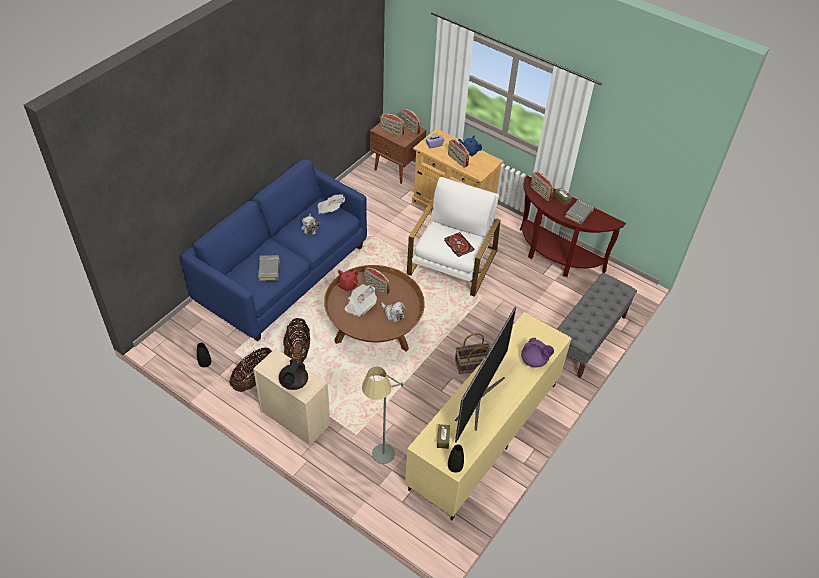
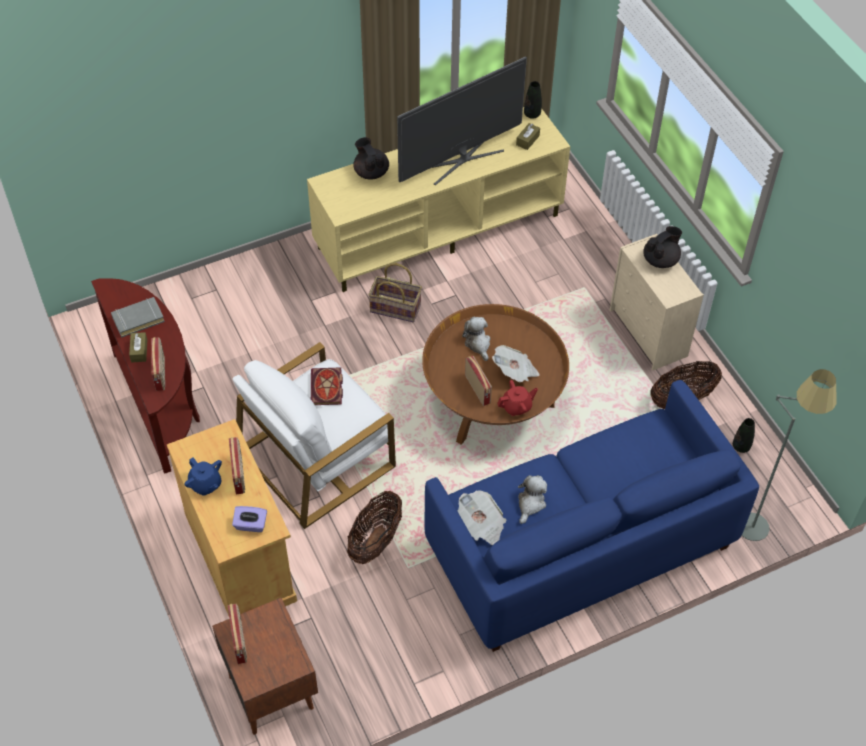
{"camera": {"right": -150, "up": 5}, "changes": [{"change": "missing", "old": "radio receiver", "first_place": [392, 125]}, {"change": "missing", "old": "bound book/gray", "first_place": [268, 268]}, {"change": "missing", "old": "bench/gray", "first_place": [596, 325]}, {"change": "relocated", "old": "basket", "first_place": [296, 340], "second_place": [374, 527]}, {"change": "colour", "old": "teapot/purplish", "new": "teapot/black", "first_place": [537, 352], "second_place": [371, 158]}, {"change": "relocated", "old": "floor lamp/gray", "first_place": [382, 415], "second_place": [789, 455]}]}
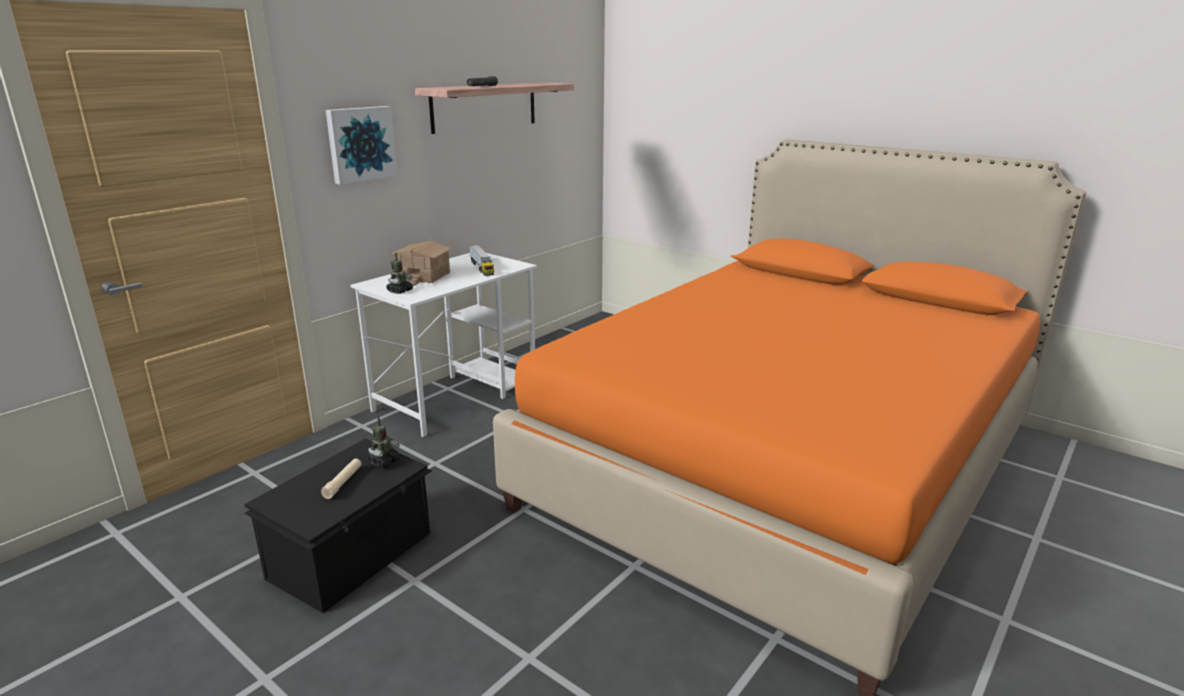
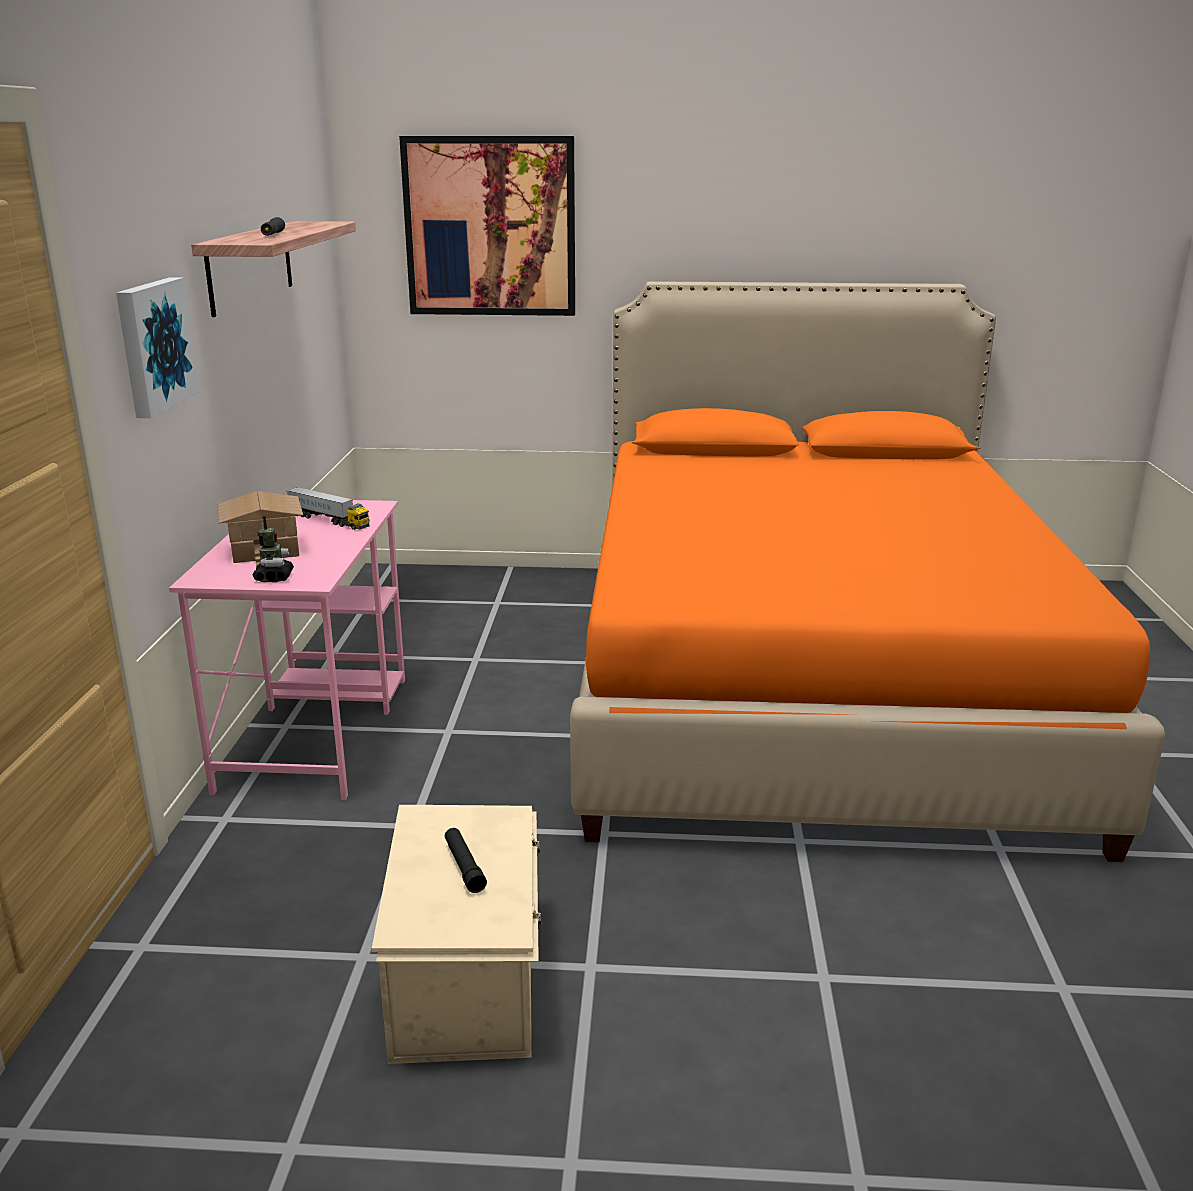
{"camera": {"right": -35, "up": 0}, "changes": [{"change": "colour", "old": "desk unit/white-coloured", "new": "desk unit/pink", "first_place": [444, 345], "second_place": [287, 650]}, {"change": "missing", "old": "toy robot", "first_place": [383, 442]}, {"change": "colour", "old": "storage box/black", "new": "storage box/sand-coloured", "first_place": [338, 525], "second_place": [456, 934]}, {"change": "colour", "old": "flashlight/sand-coloured", "new": "flashlight/black", "first_place": [341, 478], "second_place": [466, 860]}, {"change": "appeared", "new": "wall art", "second_place": [487, 226]}]}
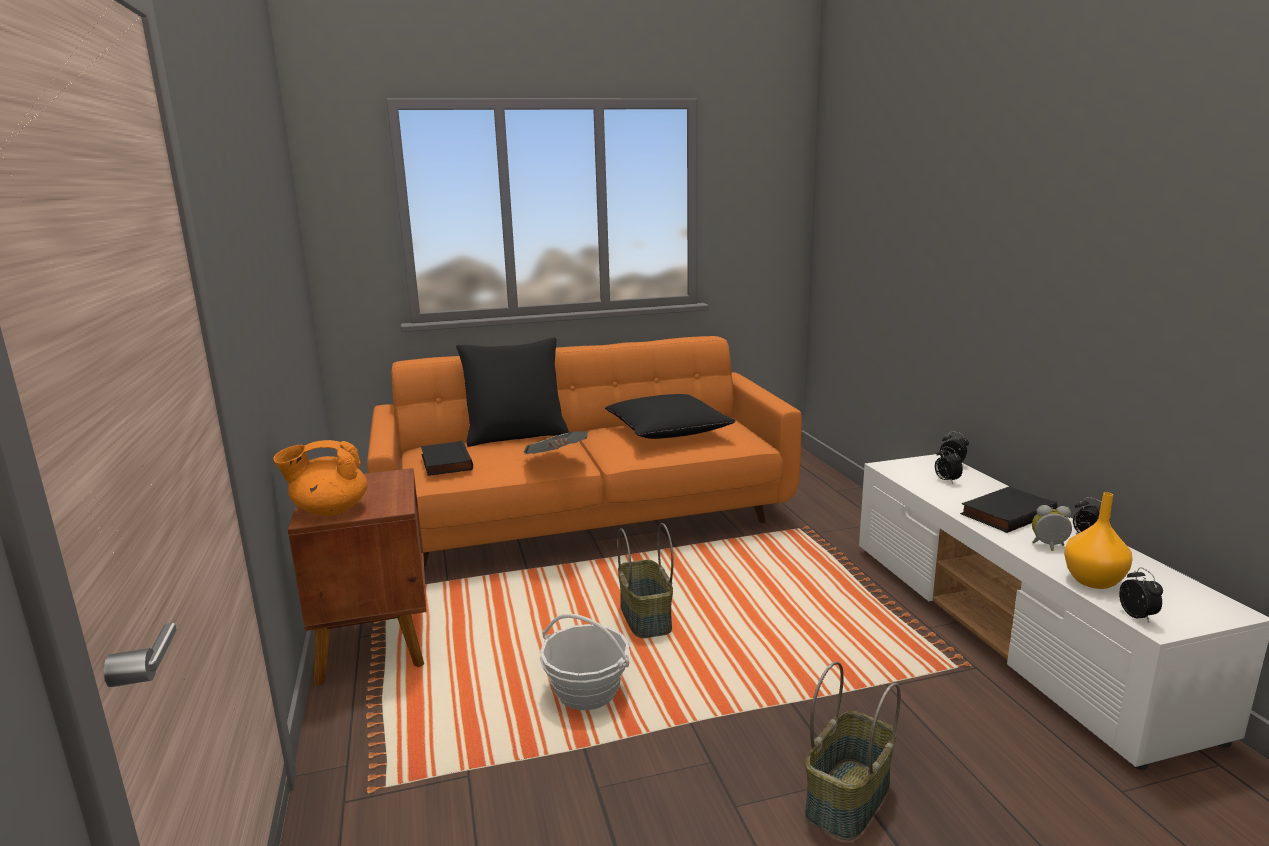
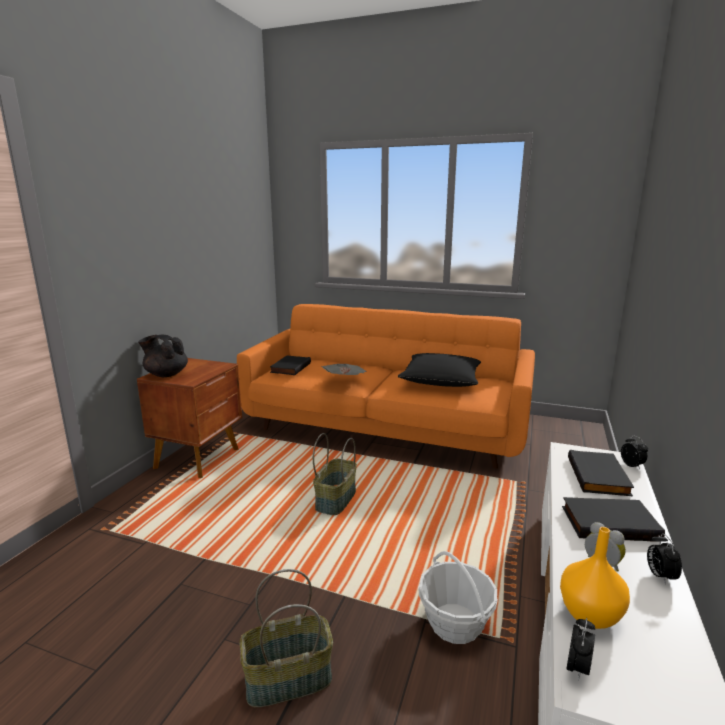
{"camera": {"right": 35, "up": 0}, "changes": [{"change": "missing", "old": "pillow/black", "first_place": [512, 392]}, {"change": "colour", "old": "teapot/orange", "new": "teapot/black", "first_place": [320, 478], "second_place": [163, 355]}, {"change": "exchanged", "old": "bedside clock", "new": "bound book/black", "first_place": [949, 465], "second_place": [601, 473]}, {"change": "relocated", "old": "basket", "first_place": [585, 662], "second_place": [458, 597]}]}
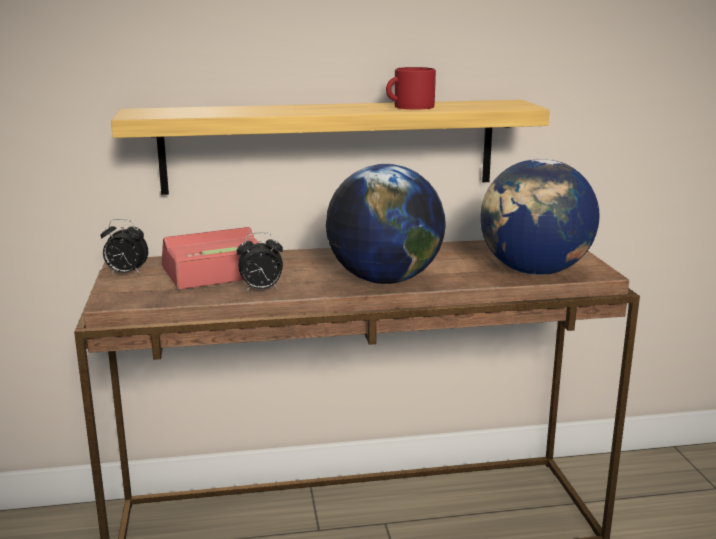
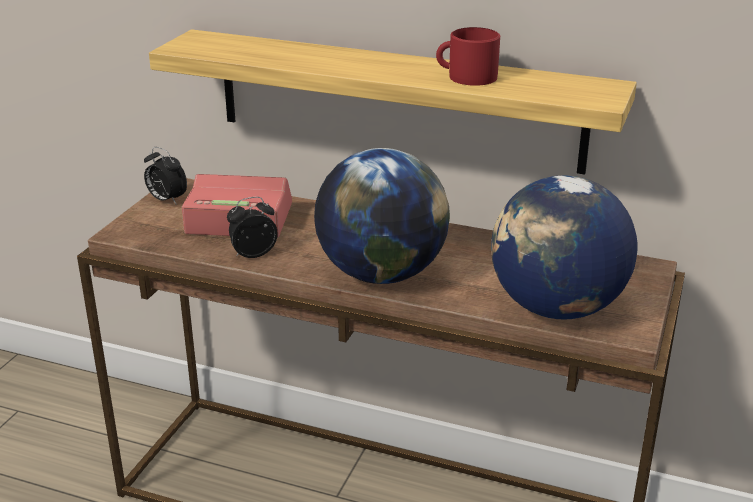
{"camera": {"right": 30, "up": 10}, "changes": [{"change": "spun", "old": "bedside clock", "first_place": [260, 262], "second_place": [252, 227], "degrees": 135}]}
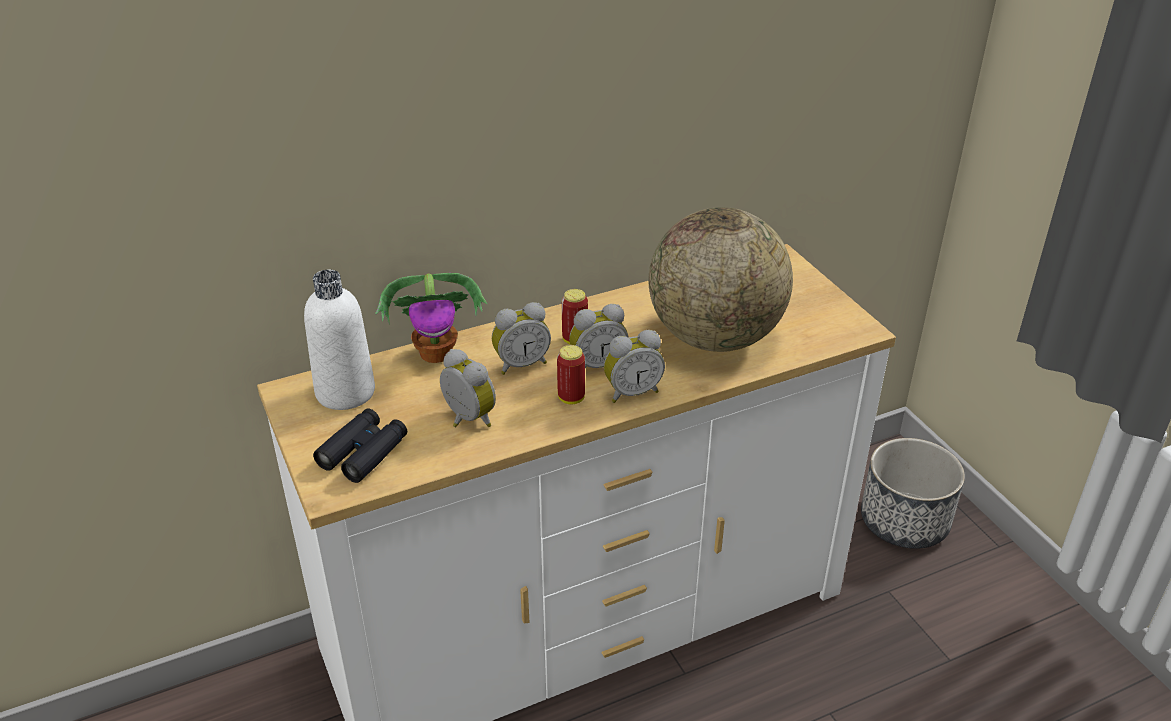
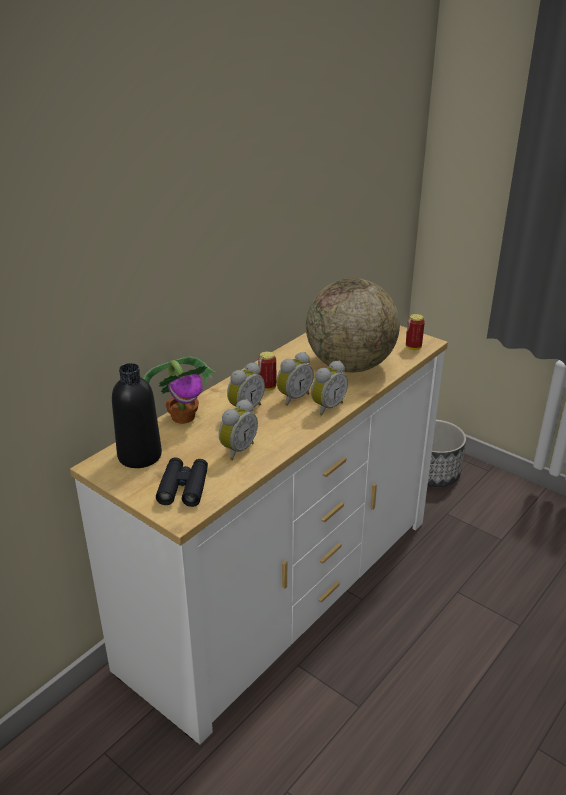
{"camera": {"right": -25, "up": -5}, "changes": [{"change": "colour", "old": "beverage bottle/white-coloured", "new": "beverage bottle/black", "first_place": [339, 340], "second_place": [137, 415]}, {"change": "relocated", "old": "can", "first_place": [571, 374], "second_place": [415, 332]}, {"change": "spun", "old": "bedside clock", "first_place": [468, 388], "second_place": [238, 429], "degrees": 105}]}
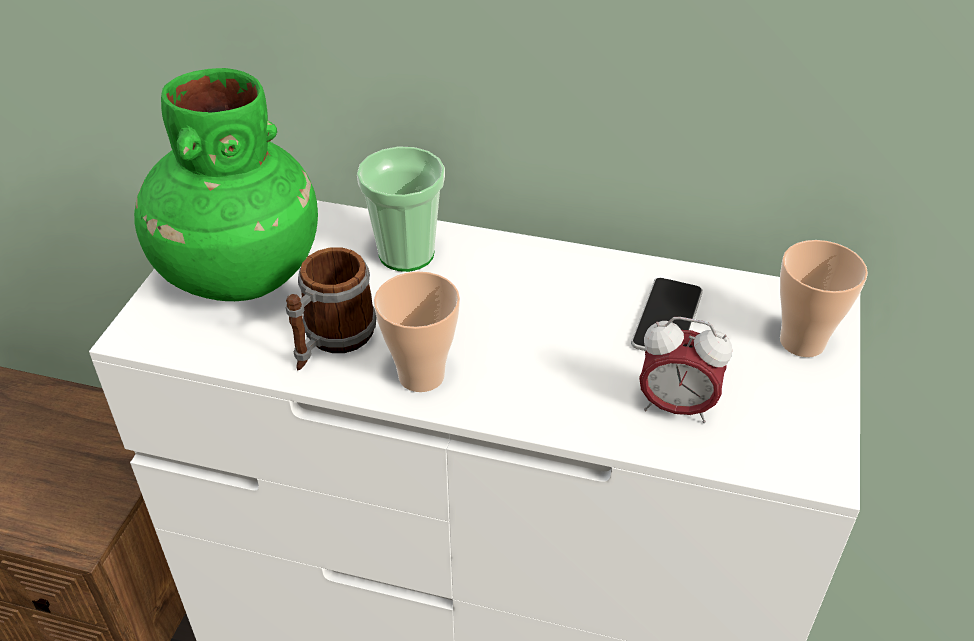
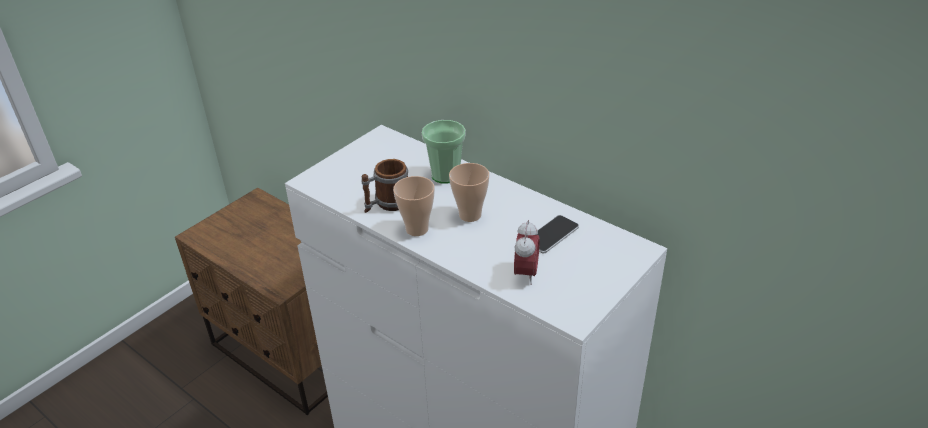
{"camera": {"right": 25, "up": -5}, "changes": [{"change": "missing", "old": "decorative vase/green-coloured", "first_place": [226, 184]}, {"change": "relocated", "old": "cup", "first_place": [824, 298], "second_place": [469, 192]}, {"change": "spun", "old": "bedside clock", "first_place": [685, 370], "second_place": [527, 252], "degrees": -120}]}
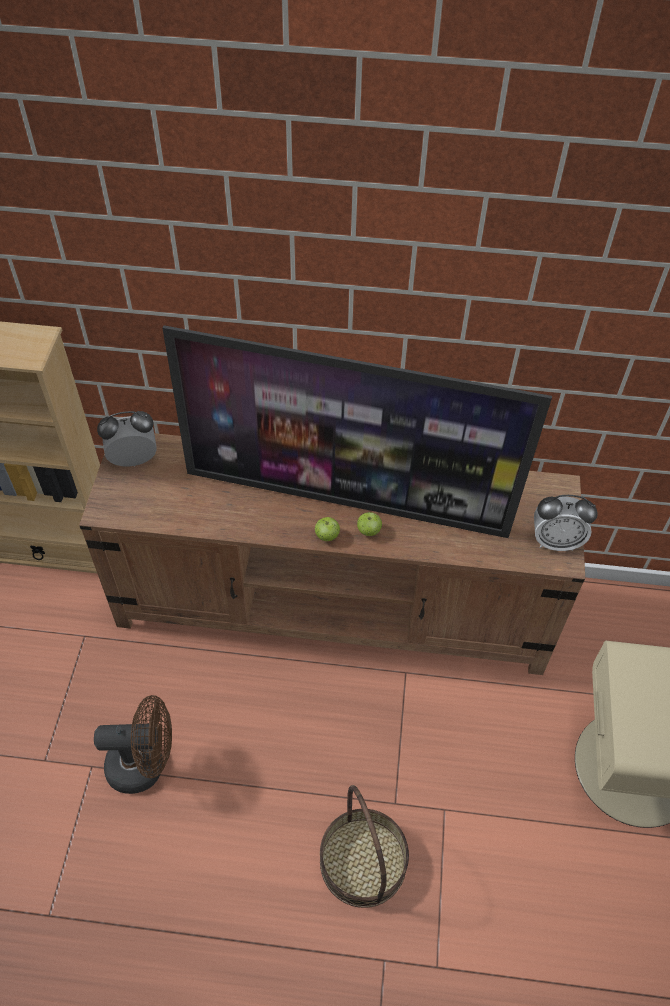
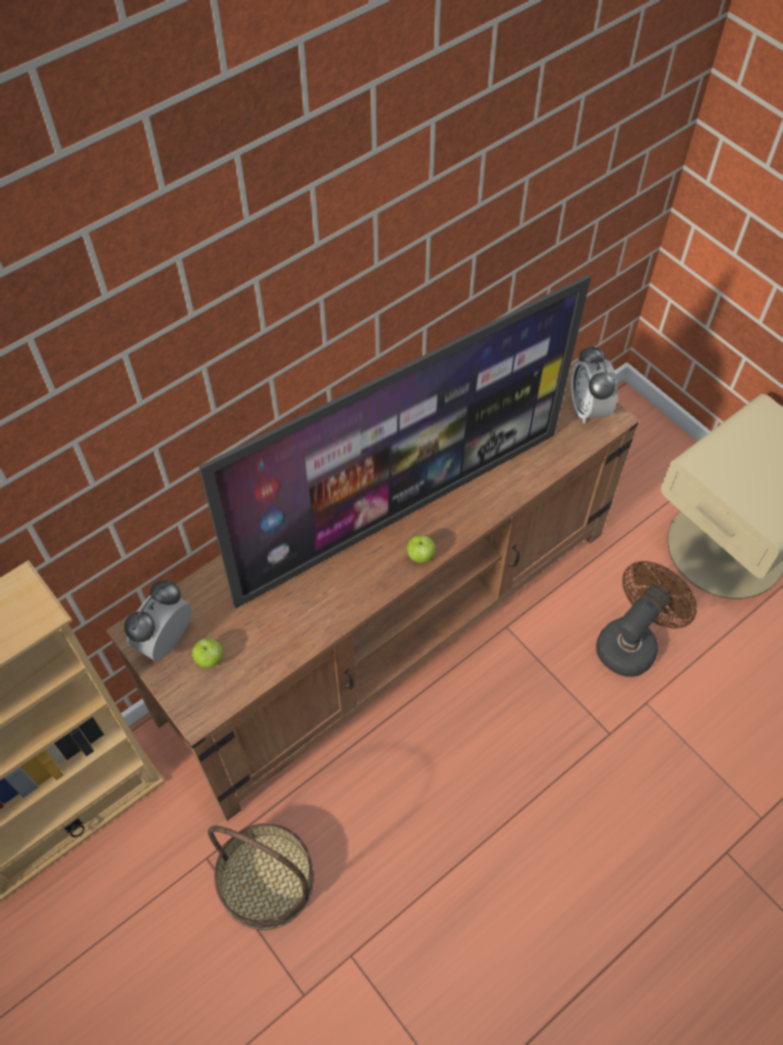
{"camera": {"right": -45, "up": 5}, "changes": [{"change": "spun", "old": "bedside clock", "first_place": [566, 523], "second_place": [594, 384], "degrees": 120}, {"change": "relocated", "old": "apple", "first_place": [369, 524], "second_place": [207, 653]}, {"change": "relocated", "old": "electric fan/brownish", "first_place": [133, 744], "second_place": [646, 619]}, {"change": "relocated", "old": "basket", "first_place": [364, 846], "second_place": [261, 876]}]}
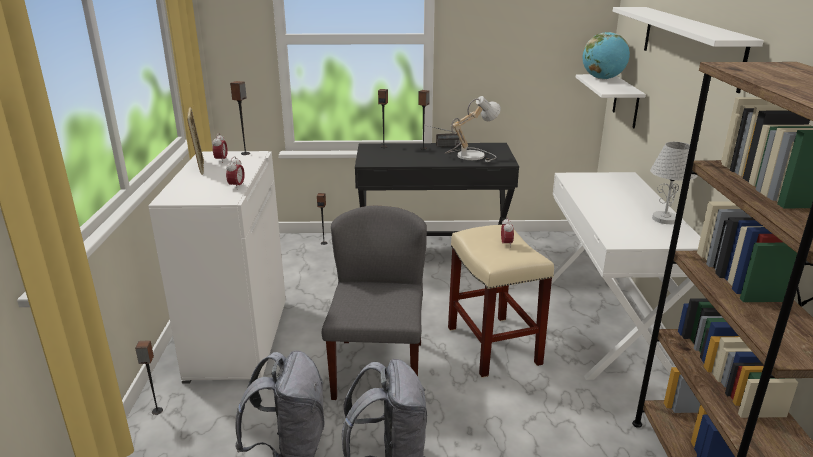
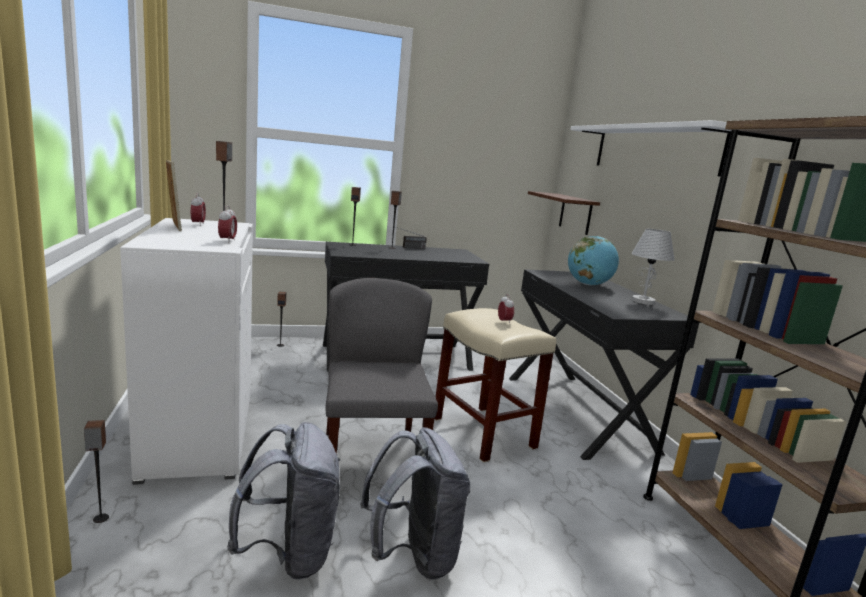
{"camera": {"right": -15, "up": -10}, "changes": [{"change": "relocated", "old": "world globe", "first_place": [606, 55], "second_place": [593, 260]}, {"change": "colour", "old": "shelf/white-coloured", "new": "shelf/brownish", "first_place": [611, 101], "second_place": [564, 213]}, {"change": "missing", "old": "table lamp", "first_place": [473, 129]}, {"change": "colour", "old": "desk unit/white-coloured", "new": "desk unit/black", "first_place": [625, 276], "second_place": [604, 364]}]}
